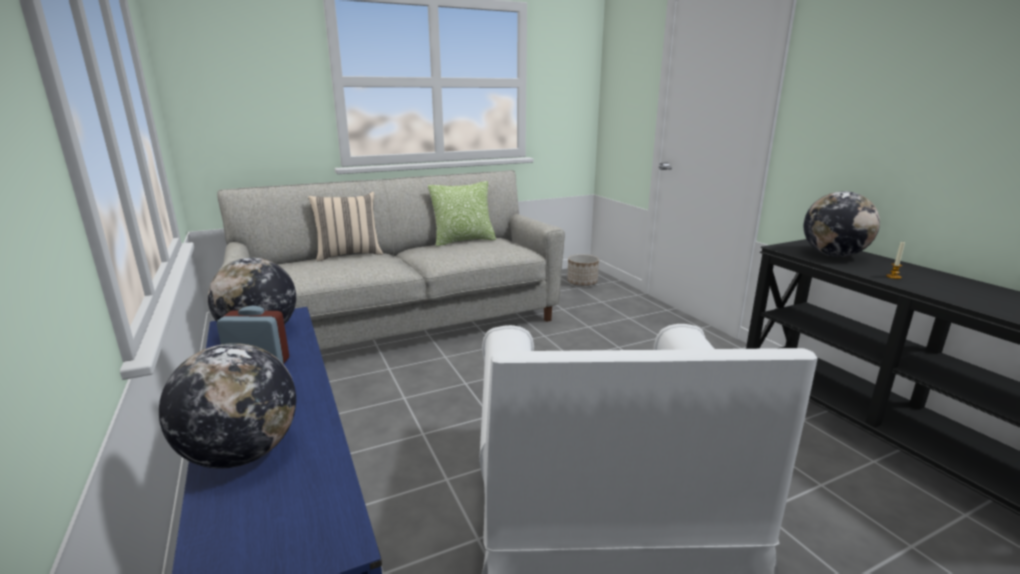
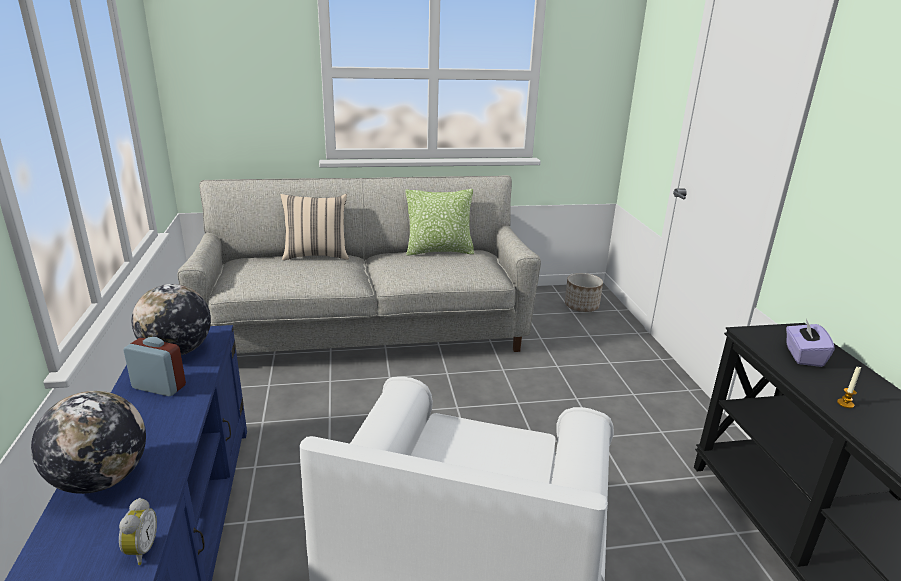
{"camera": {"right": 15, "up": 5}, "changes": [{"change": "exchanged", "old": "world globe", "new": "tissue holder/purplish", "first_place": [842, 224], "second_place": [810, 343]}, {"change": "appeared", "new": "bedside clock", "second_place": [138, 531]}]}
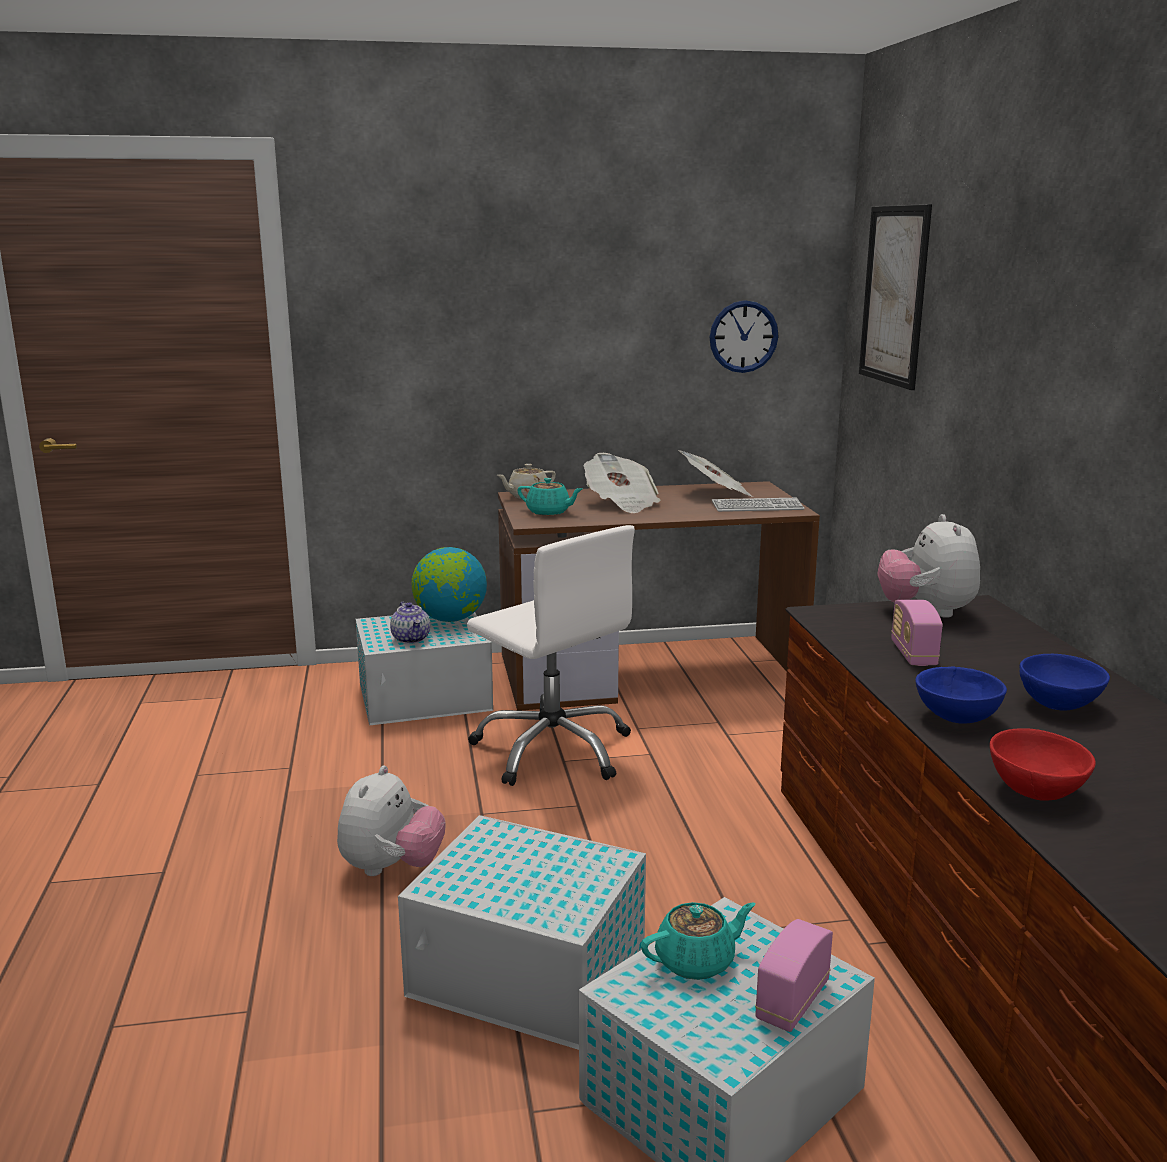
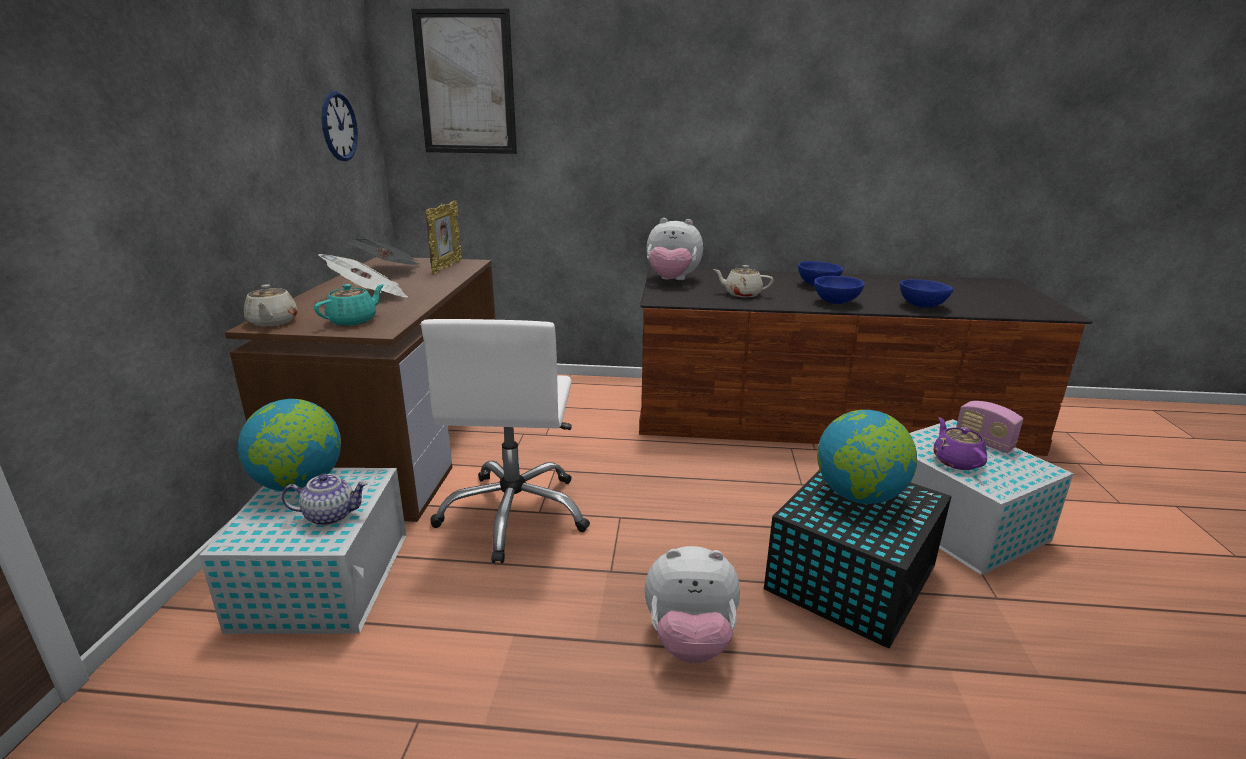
{"camera": {"right": -75, "up": 5}, "changes": [{"change": "exchanged", "old": "PC keyboard", "new": "standing frame", "first_place": [758, 505], "second_place": [443, 237]}, {"change": "spun", "old": "desk chair/white-coloured", "first_place": [551, 655], "second_place": [505, 441], "degrees": 120}, {"change": "exchanged", "old": "radio receiver", "new": "teapot/sand-coloured", "first_place": [917, 633], "second_place": [743, 281]}, {"change": "colour", "old": "bowl/reddish", "new": "bowl/bluish", "first_place": [1043, 764], "second_place": [926, 293]}, {"change": "spun", "old": "cuddly toy", "first_place": [391, 820], "second_place": [692, 605], "degrees": 150}, {"change": "colour", "old": "storage box/white-coloured", "new": "storage box/black", "first_place": [522, 932], "second_place": [858, 559]}, {"change": "colour", "old": "teapot/turquoise-coloured", "new": "teapot/purplish", "first_place": [698, 941], "second_place": [960, 443]}, {"change": "appeared", "new": "world globe", "second_place": [867, 457]}]}
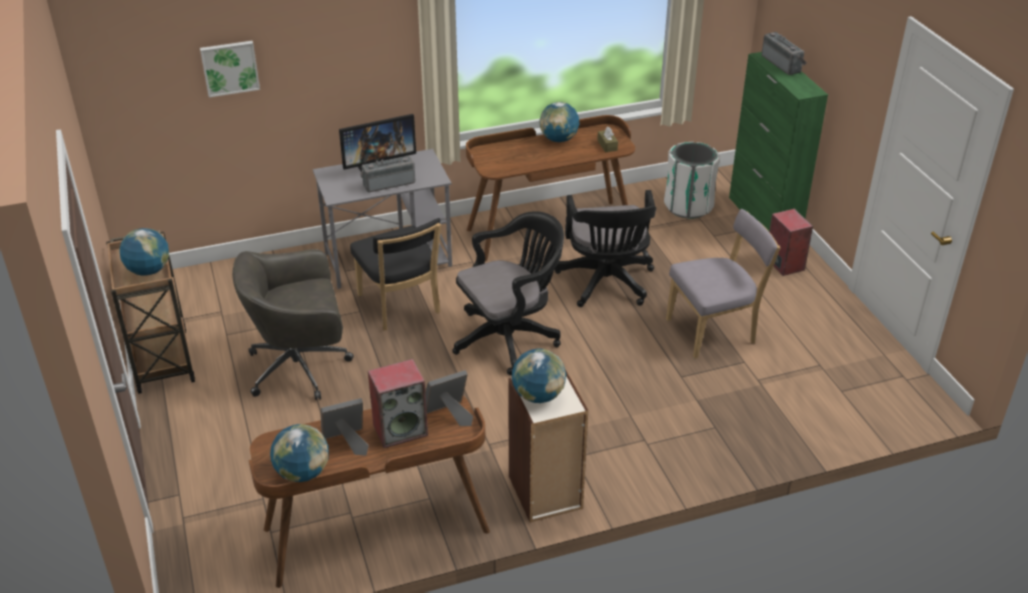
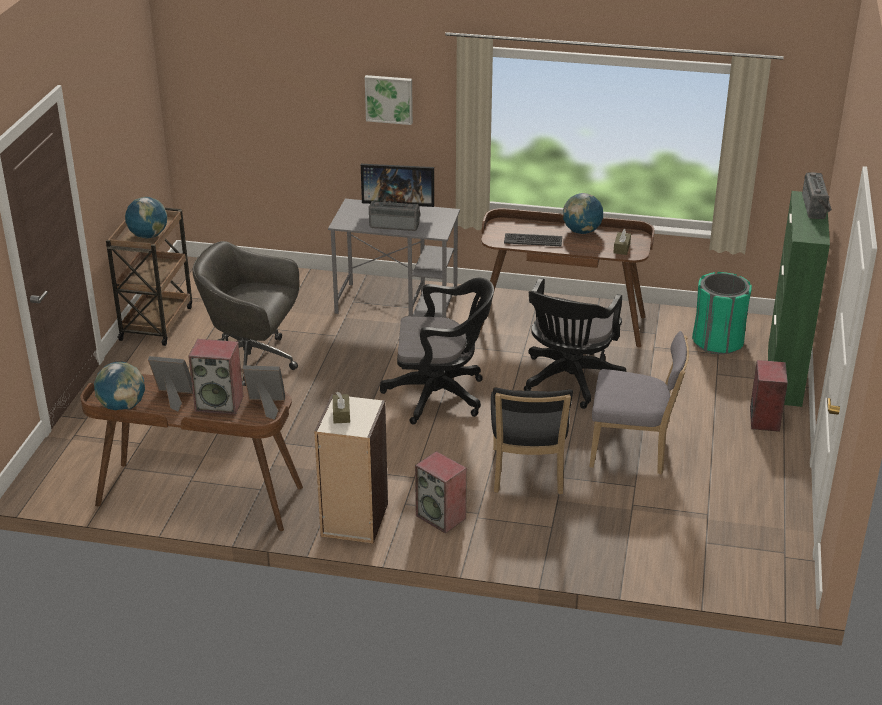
{"camera": {"right": 30, "up": -5}, "changes": [{"change": "relocated", "old": "wall art", "first_place": [230, 69], "second_place": [389, 100]}, {"change": "colour", "old": "rubbish bin/white-coloured", "new": "rubbish bin/green-coloured", "first_place": [692, 180], "second_place": [722, 313]}, {"change": "relocated", "old": "plain chair/black", "first_place": [395, 274], "second_place": [532, 441]}, {"change": "exchanged", "old": "world globe", "new": "tissue holder/brownish", "first_place": [539, 376], "second_place": [341, 407]}, {"change": "appeared", "new": "PC keyboard", "second_place": [533, 239]}, {"change": "appeared", "new": "loudspeaker", "second_place": [441, 492]}]}
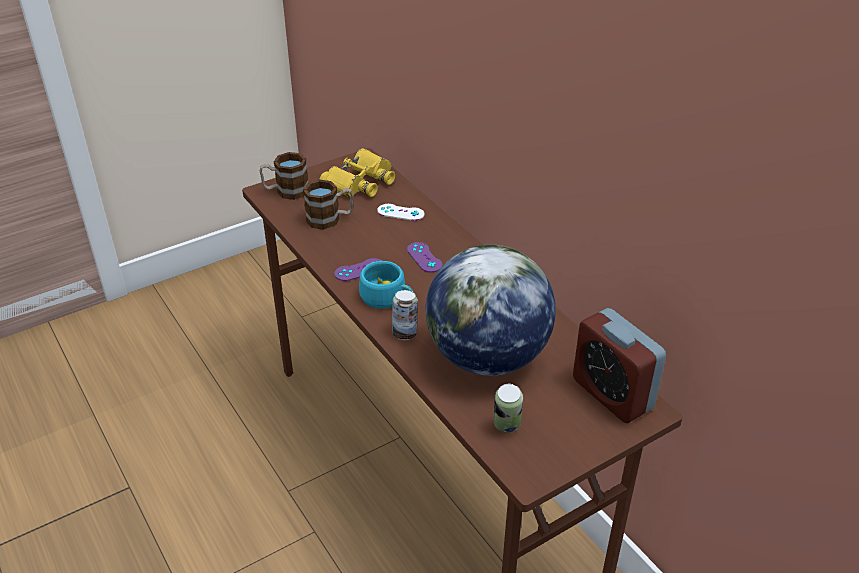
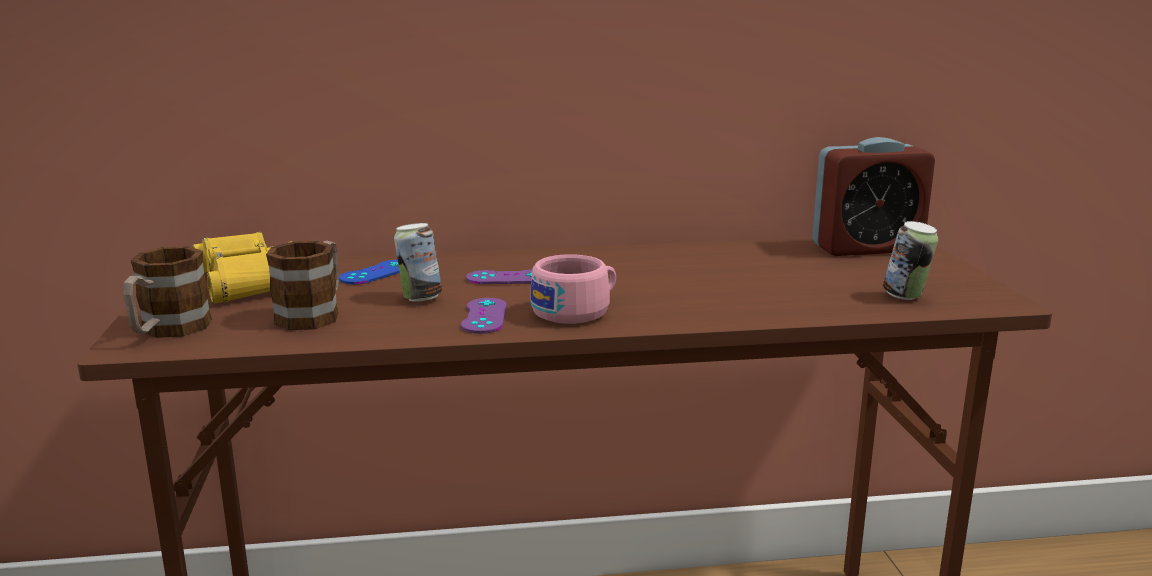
{"camera": {"right": -65, "up": -20}, "changes": [{"change": "colour", "old": "game controller/white-coloured", "new": "game controller/bluish", "first_place": [400, 212], "second_place": [369, 272]}, {"change": "missing", "old": "world globe", "first_place": [490, 310]}, {"change": "colour", "old": "cup/turquoise-coloured", "new": "cup/pink", "first_place": [386, 285], "second_place": [573, 289]}, {"change": "relocated", "old": "can", "first_place": [405, 315], "second_place": [418, 262]}]}
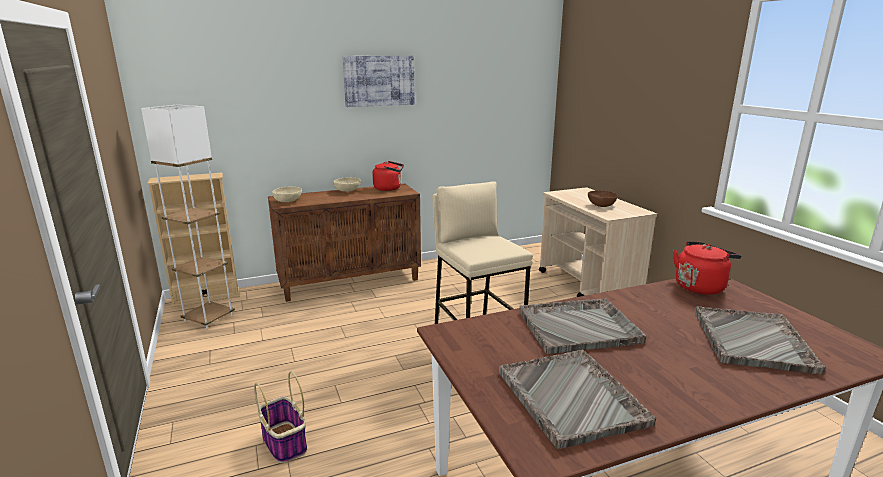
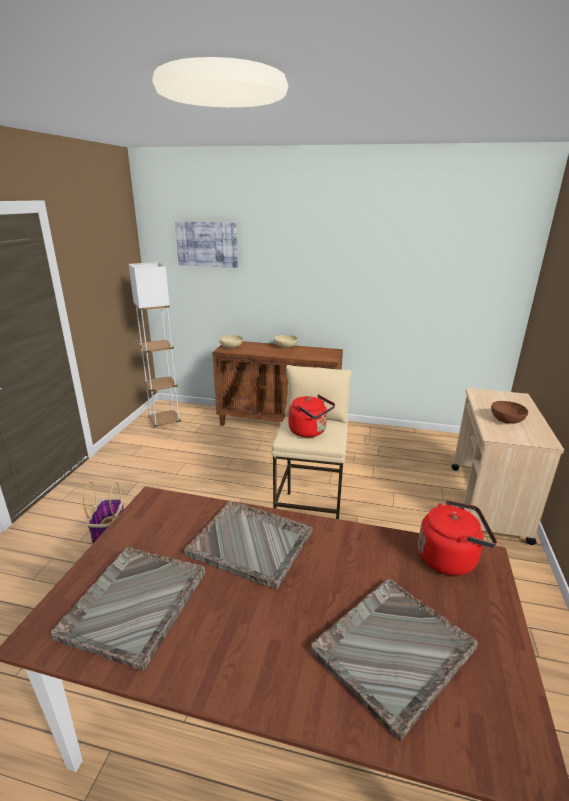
{"camera": {"right": 35, "up": 5}, "changes": [{"change": "relocated", "old": "wall art", "first_place": [378, 81], "second_place": [206, 244]}, {"change": "relocated", "old": "kettle/reddish", "first_place": [388, 176], "second_place": [312, 416]}, {"change": "missing", "old": "shelving unit/sand-coloured", "first_place": [193, 240]}]}
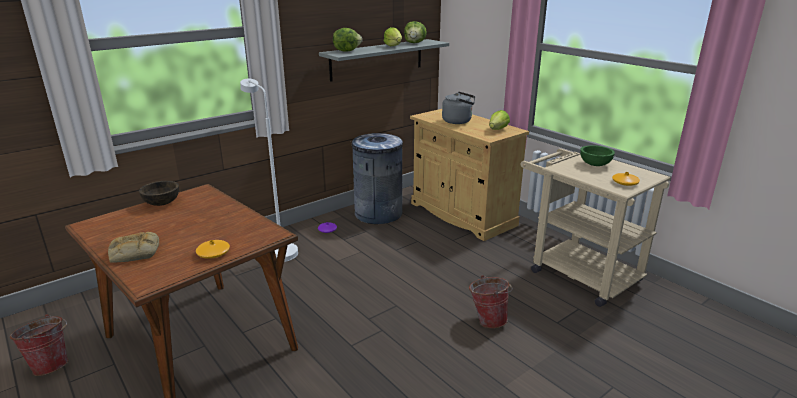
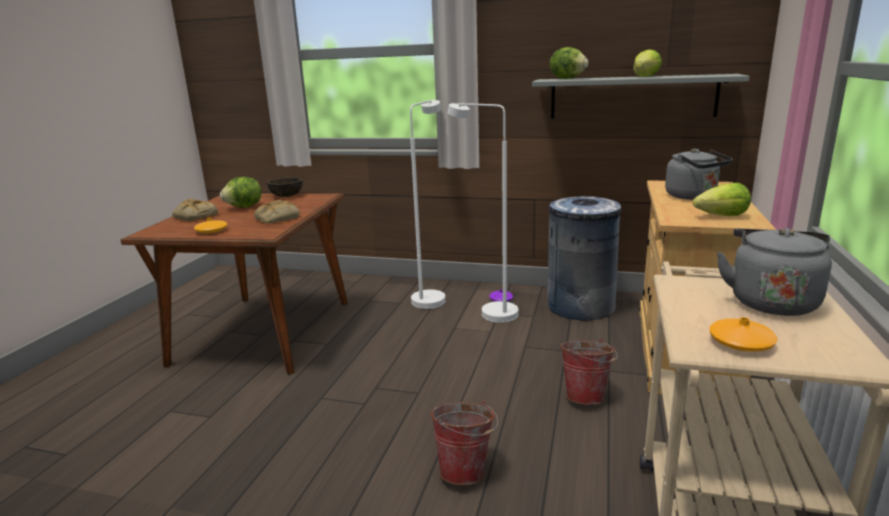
{"camera": {"right": 55, "up": -5}, "changes": [{"change": "relocated", "old": "head of lettuce", "first_place": [415, 32], "second_place": [241, 192]}, {"change": "exchanged", "old": "bowl/green-coloured", "new": "kettle/gray", "first_place": [597, 155], "second_place": [774, 272]}, {"change": "relocated", "old": "bucket", "first_place": [39, 345], "second_place": [589, 372]}, {"change": "appeared", "new": "floor lamp/white-coloured", "second_place": [482, 213]}, {"change": "appeared", "new": "bakery bread", "second_place": [277, 211]}]}
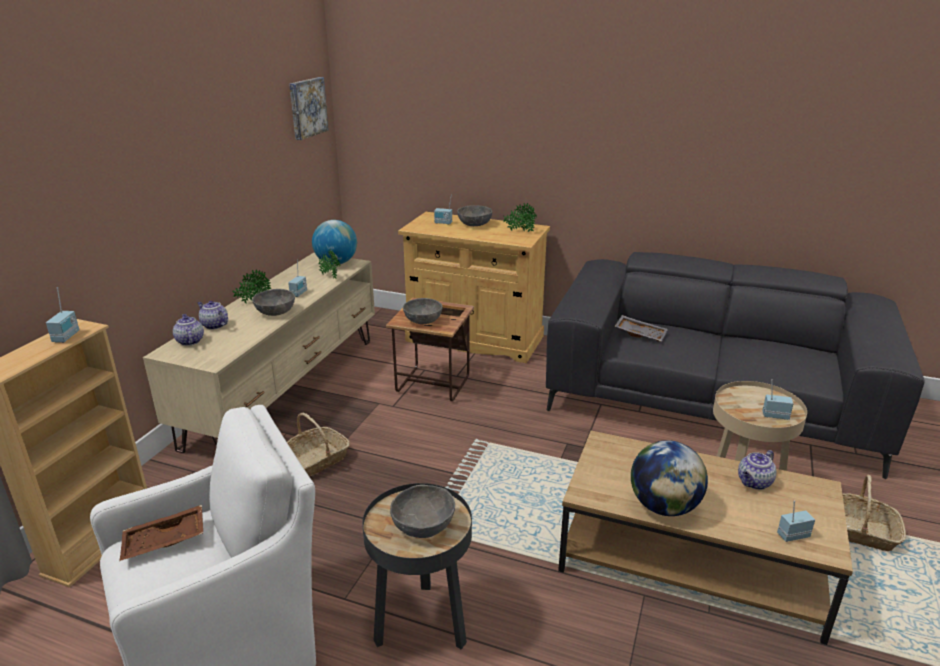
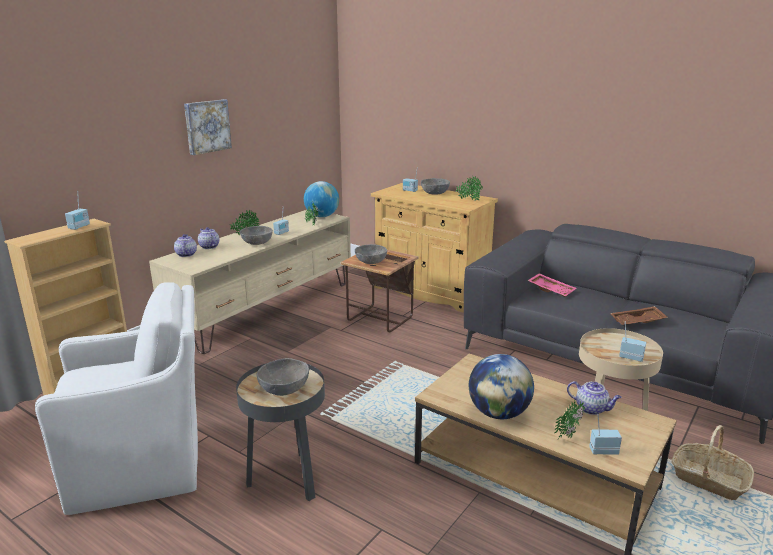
{"camera": {"right": 15, "up": -5}, "changes": [{"change": "relocated", "old": "wall art", "first_place": [309, 108], "second_place": [208, 127]}, {"change": "colour", "old": "carrying tray/gray", "new": "carrying tray/pink", "first_place": [641, 328], "second_place": [551, 285]}, {"change": "missing", "old": "basket", "first_place": [318, 444]}, {"change": "spun", "old": "teapot", "first_place": [757, 470], "second_place": [594, 398], "degrees": -120}, {"change": "relocated", "old": "carrying tray/brownish", "first_place": [161, 533], "second_place": [639, 315]}, {"change": "appeared", "new": "houseplant", "second_place": [570, 420]}]}
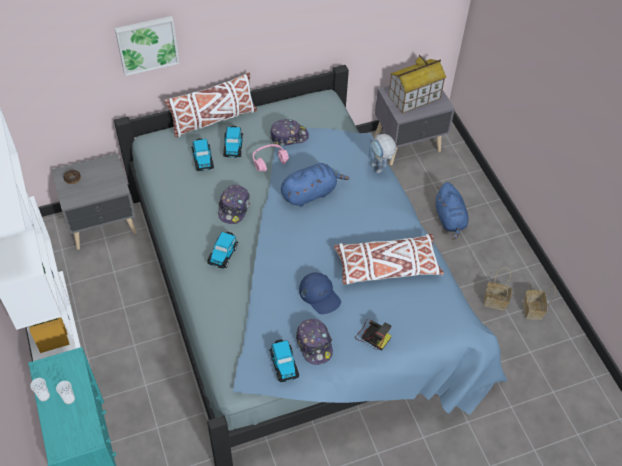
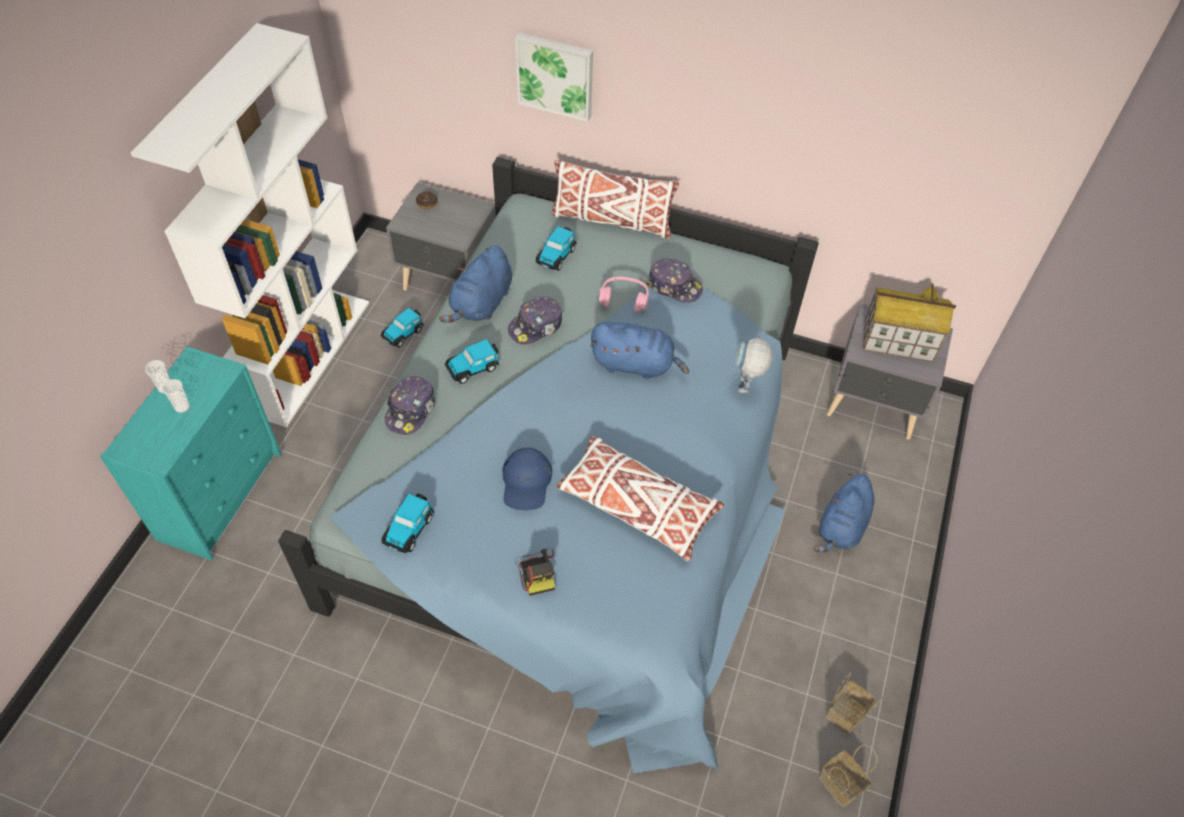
{"camera": {"right": 40, "up": 0}, "changes": [{"change": "relocated", "old": "miniature car", "first_place": [233, 142], "second_place": [402, 327]}, {"change": "relocated", "old": "basket", "first_place": [498, 289], "second_place": [847, 776]}, {"change": "relocated", "old": "peaked cap", "first_place": [314, 342], "second_place": [410, 405]}, {"change": "appeared", "new": "cuddly toy/bluish", "second_place": [475, 284]}]}
